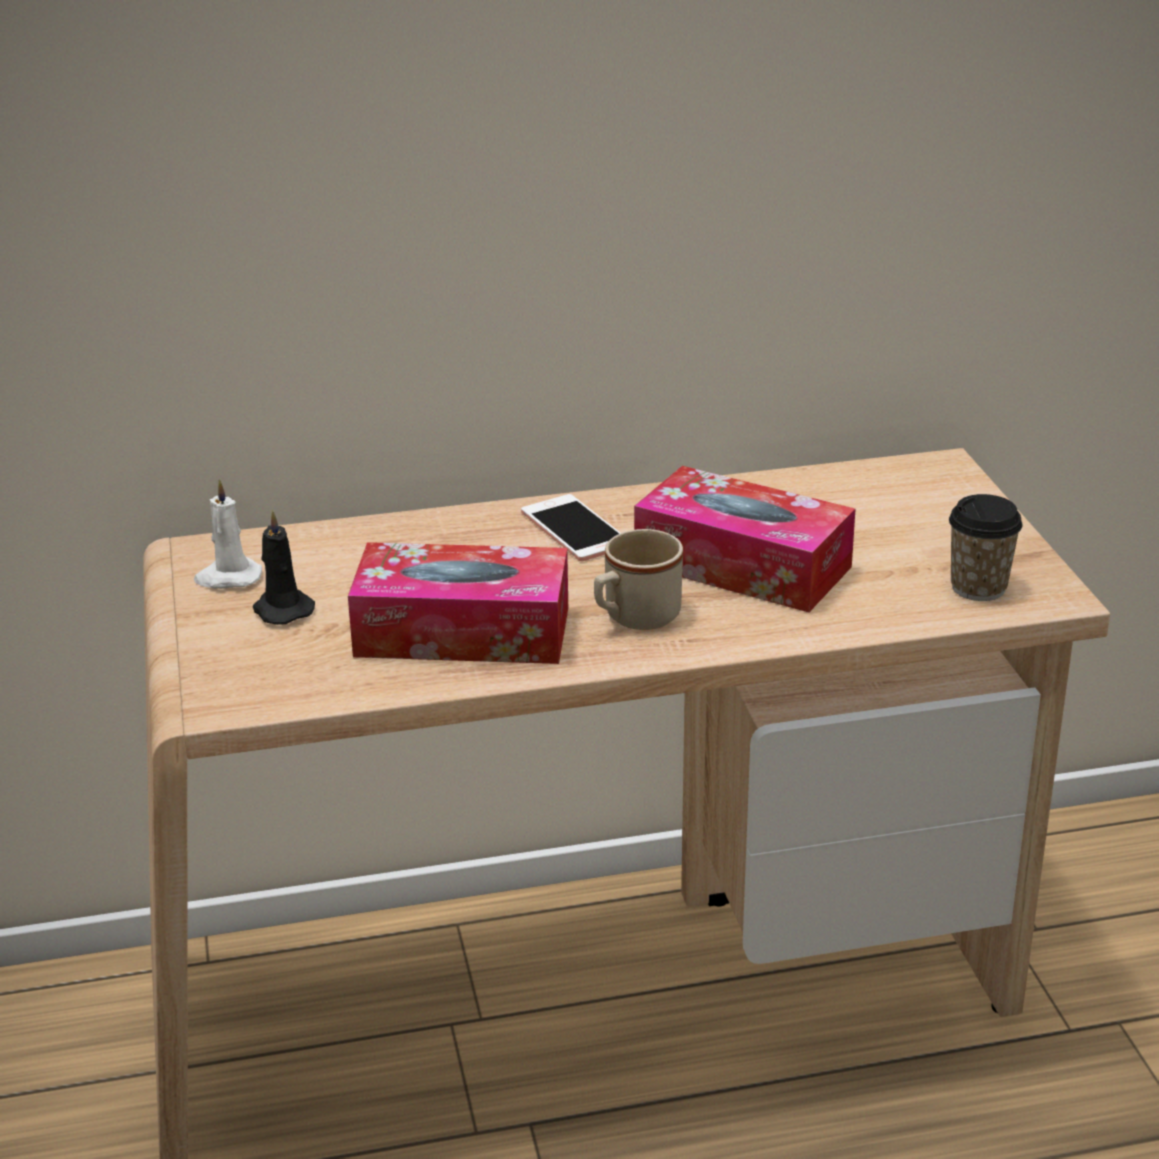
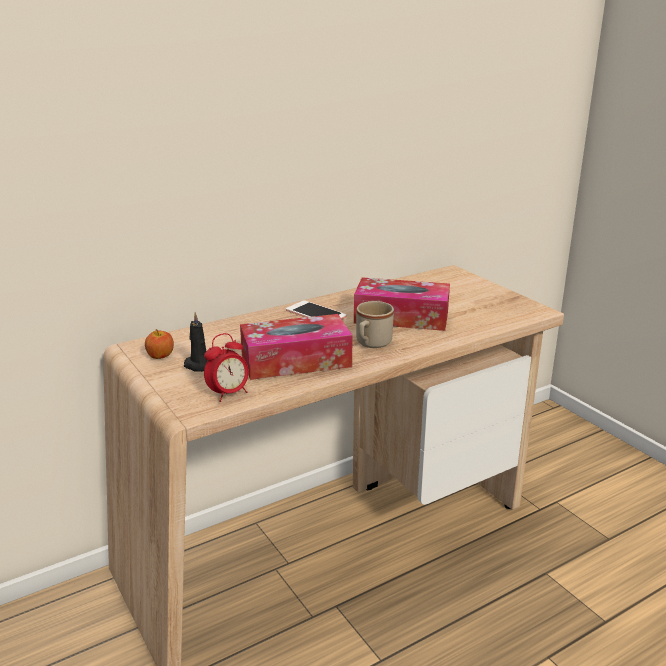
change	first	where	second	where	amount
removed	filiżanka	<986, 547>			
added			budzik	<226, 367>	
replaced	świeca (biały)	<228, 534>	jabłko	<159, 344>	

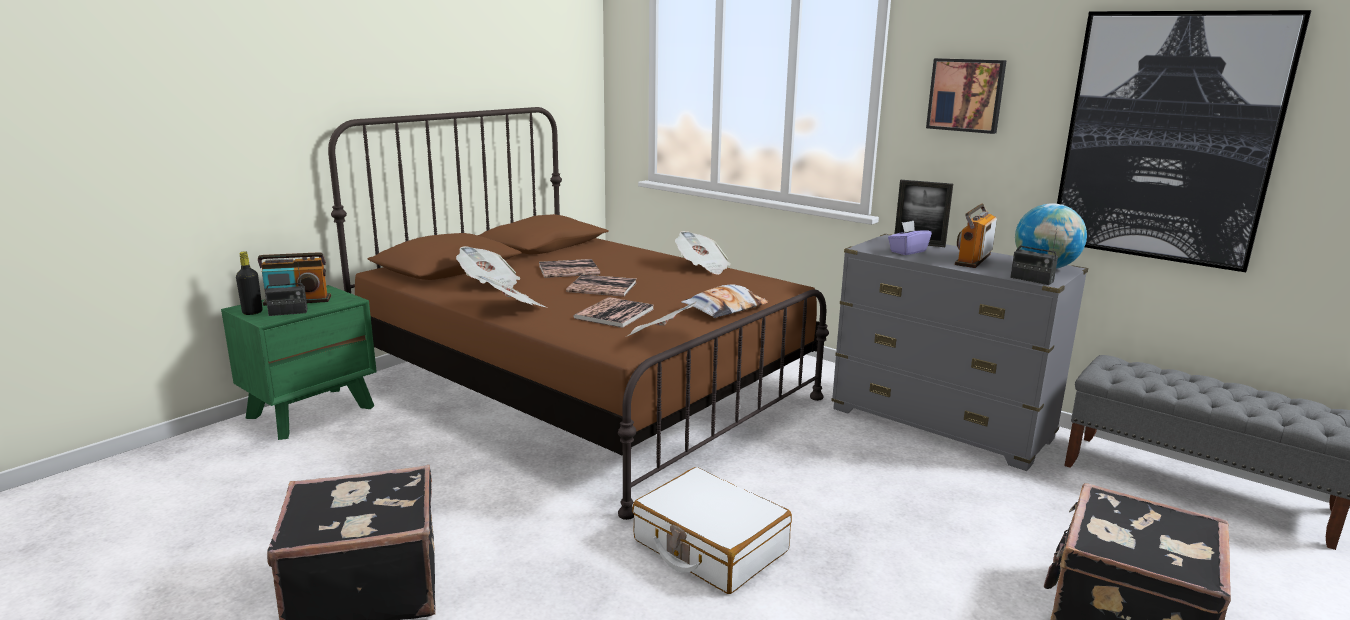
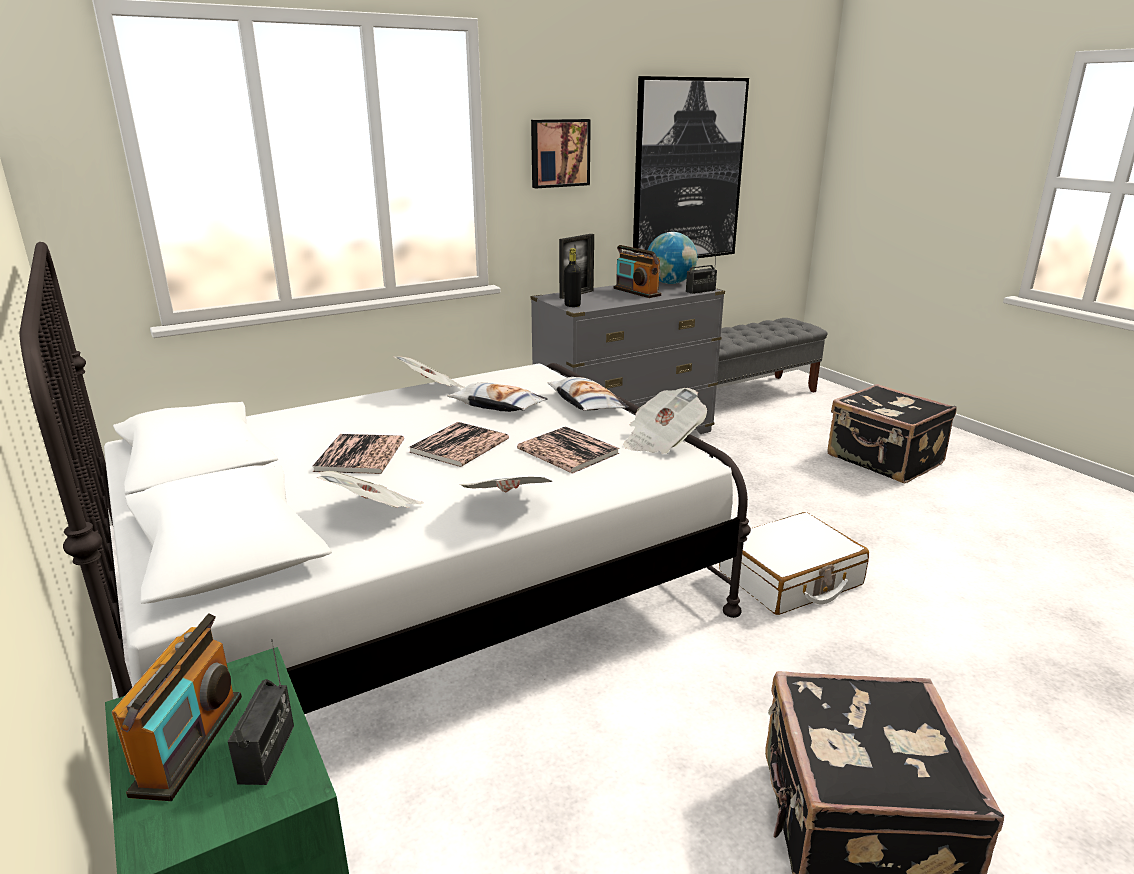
change	first	where	second	where	amount
removed	pudełko chusteczek (fioletowy)	<910, 238>			
added			poduszka	<497, 397>	
moved	butelka (czarny)	<249, 283>		<572, 277>	
recoloured	łóżko (brązowy)	<578, 313>	łóżko (biały)	<385, 478>	

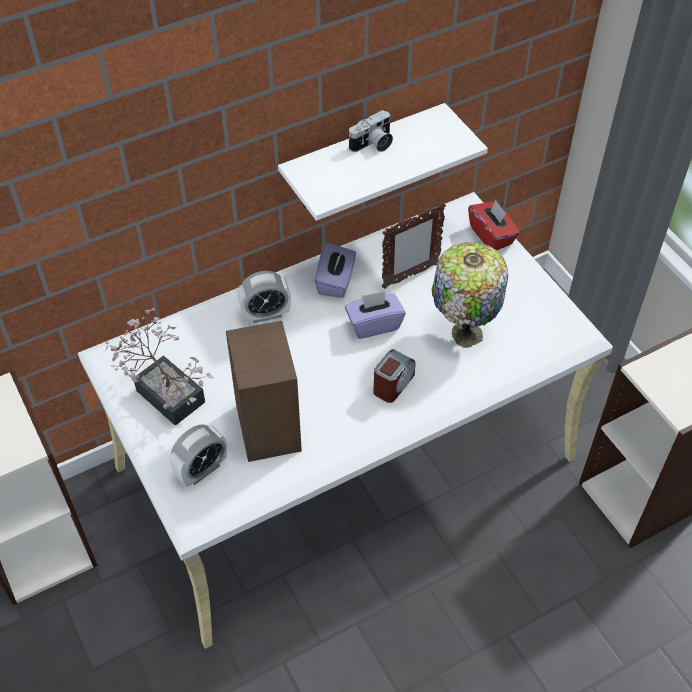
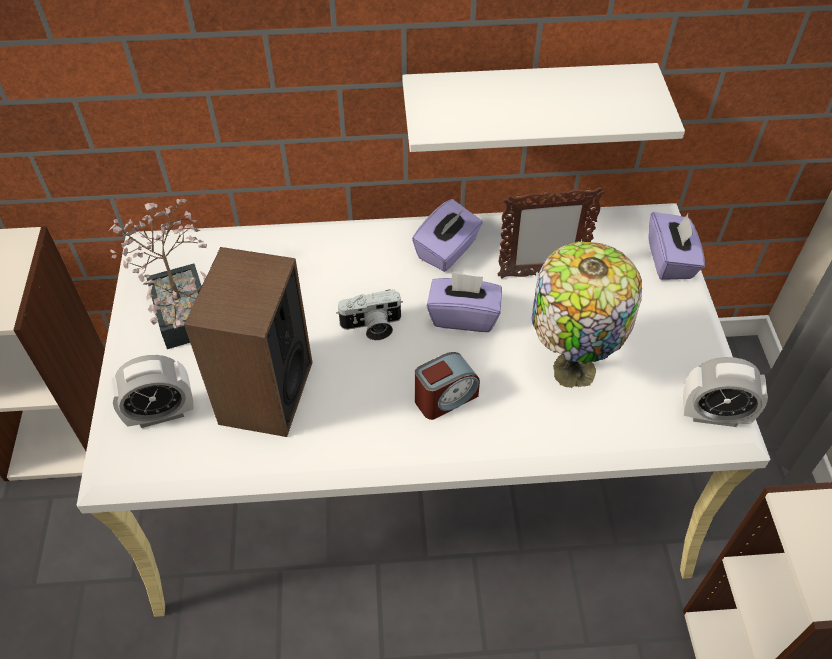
change	first	where	second	where	amount
moved	budzik	<264, 297>		<725, 392>	
moved	aparat fotograficzny	<371, 131>		<369, 314>	
recoloured	pudełko chusteczek (czerwony)	<494, 225>	pudełko chusteczek (fioletowy)	<677, 246>	

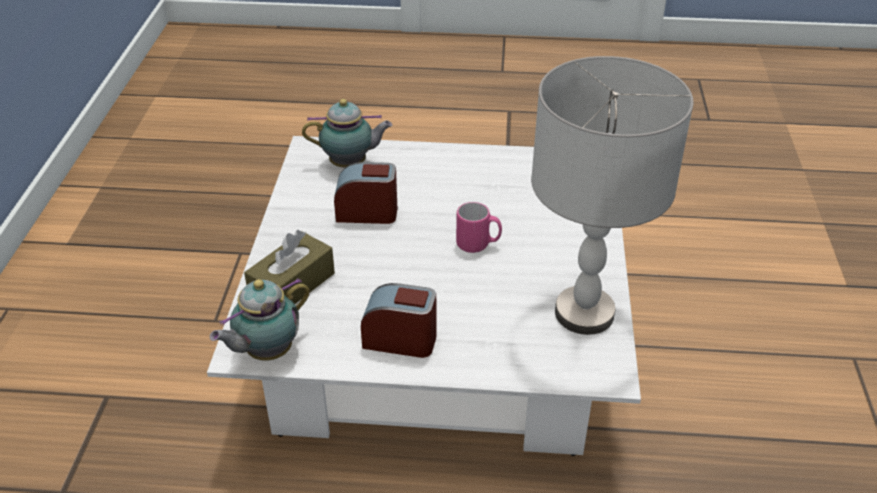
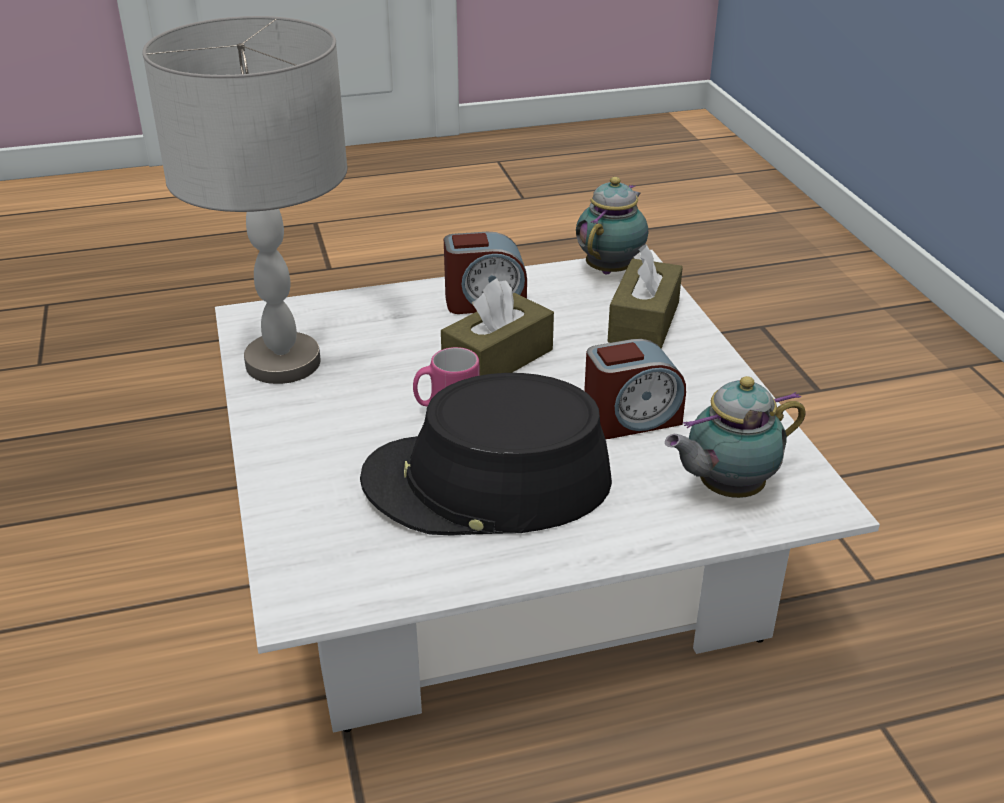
change	first	where	second	where	amount
added			kapelusz (czarny)	<486, 454>	
added			pudełko chusteczek (brązowy)	<497, 327>	

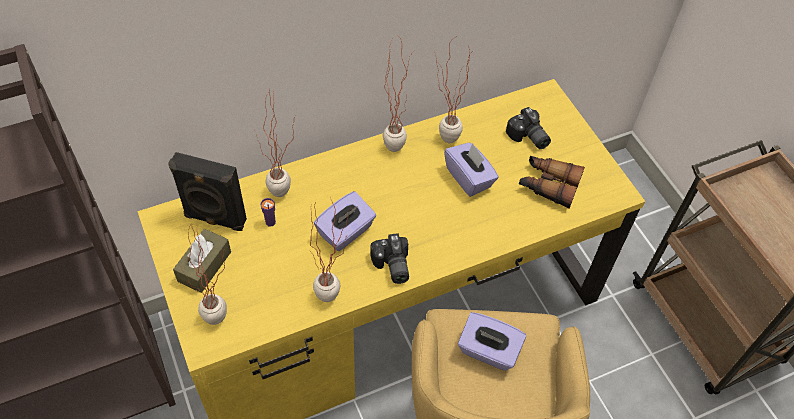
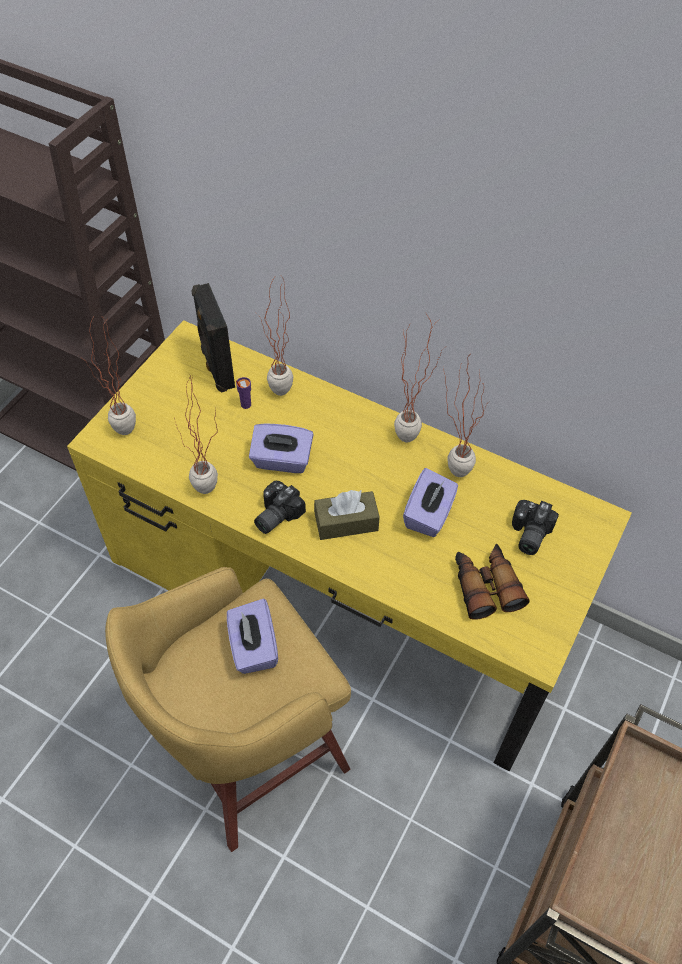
change	first	where	second	where	amount
moved	pudełko chusteczek (brązowy)	<202, 261>		<347, 515>	

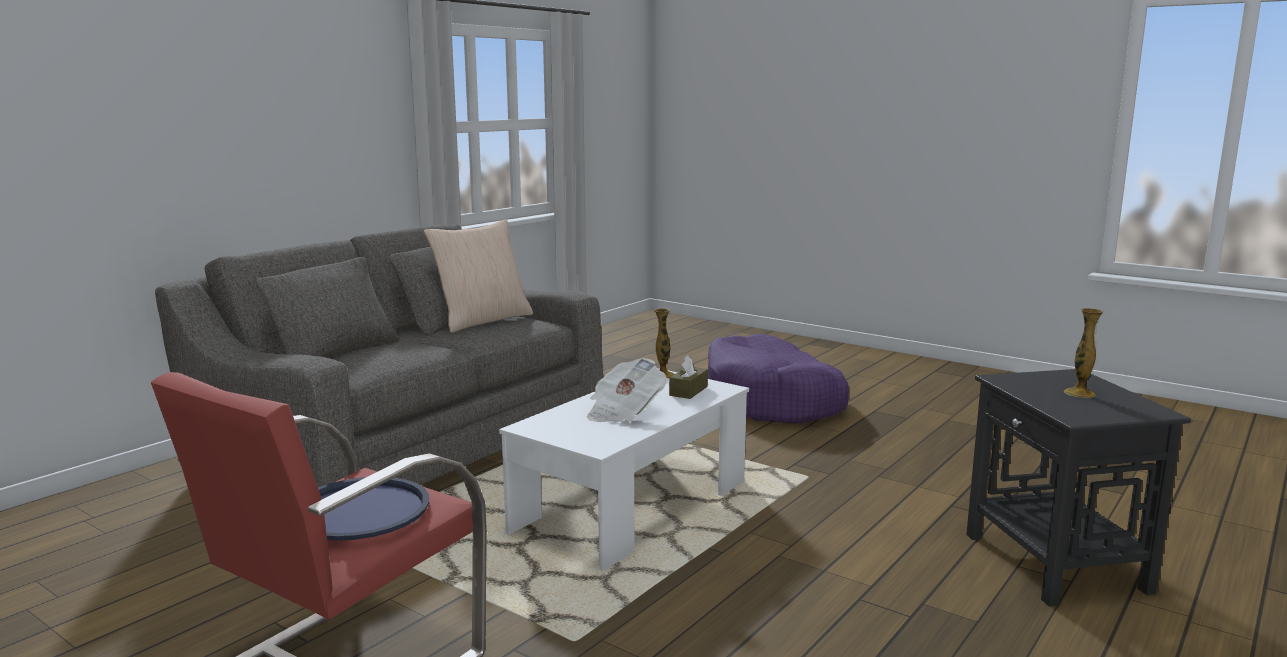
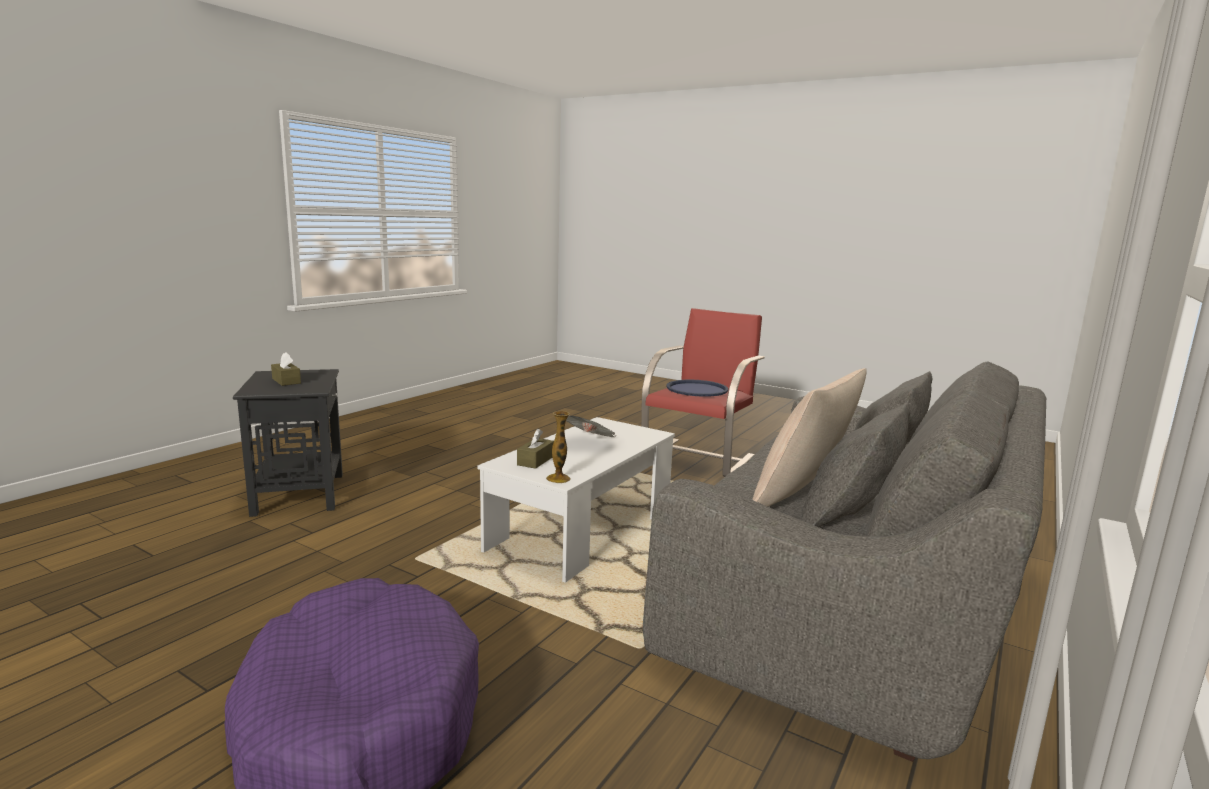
change	first	where	second	where	amount
replaced	wazon	<1083, 353>	pudełko chusteczek (brązowy)	<286, 369>	

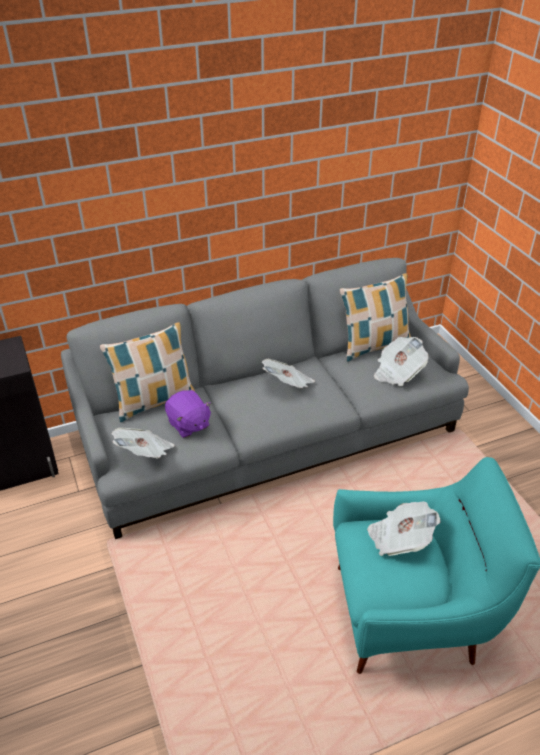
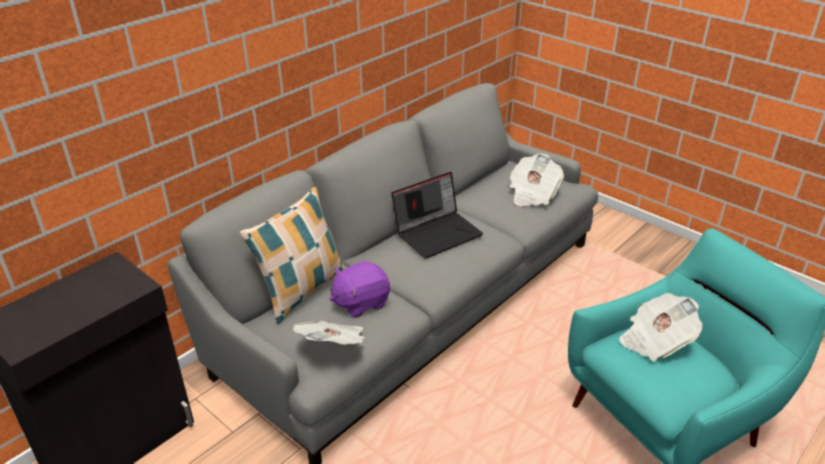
change	first	where	second	where	amount
removed	poduszka	<375, 317>			
replaced	gazeta	<288, 374>	laptop	<437, 215>	
turned	pluszak (fioletowy)	<188, 414>		<360, 289>	120 degrees clockwise

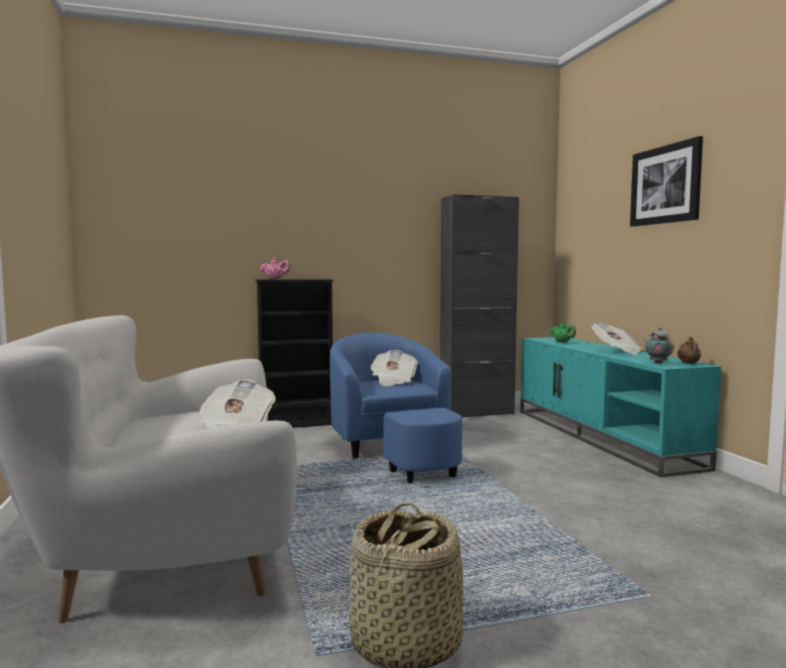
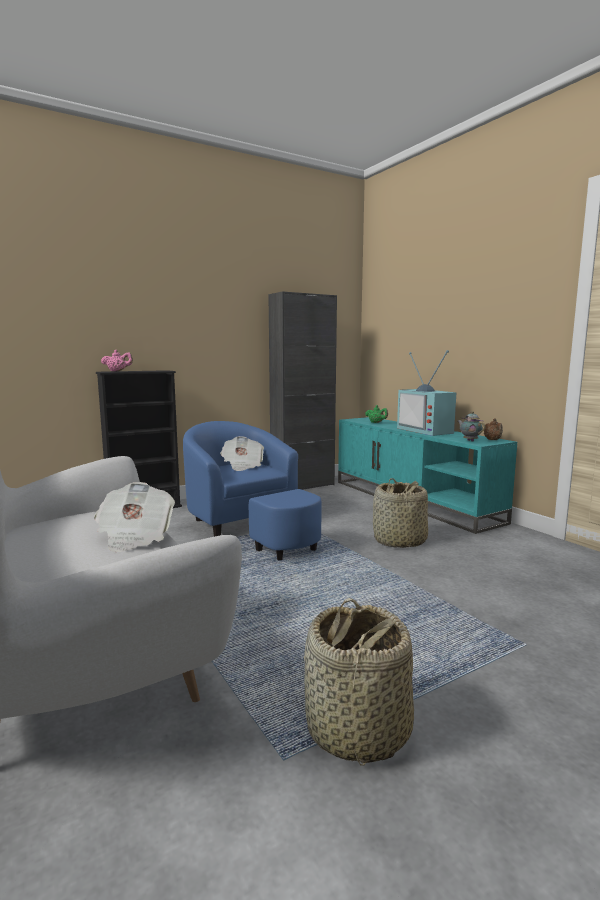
change	first	where	second	where	amount
removed	obraz	<666, 181>			
added			koszyk	<400, 513>	
replaced	gazeta	<617, 338>	telewizor	<426, 393>	

